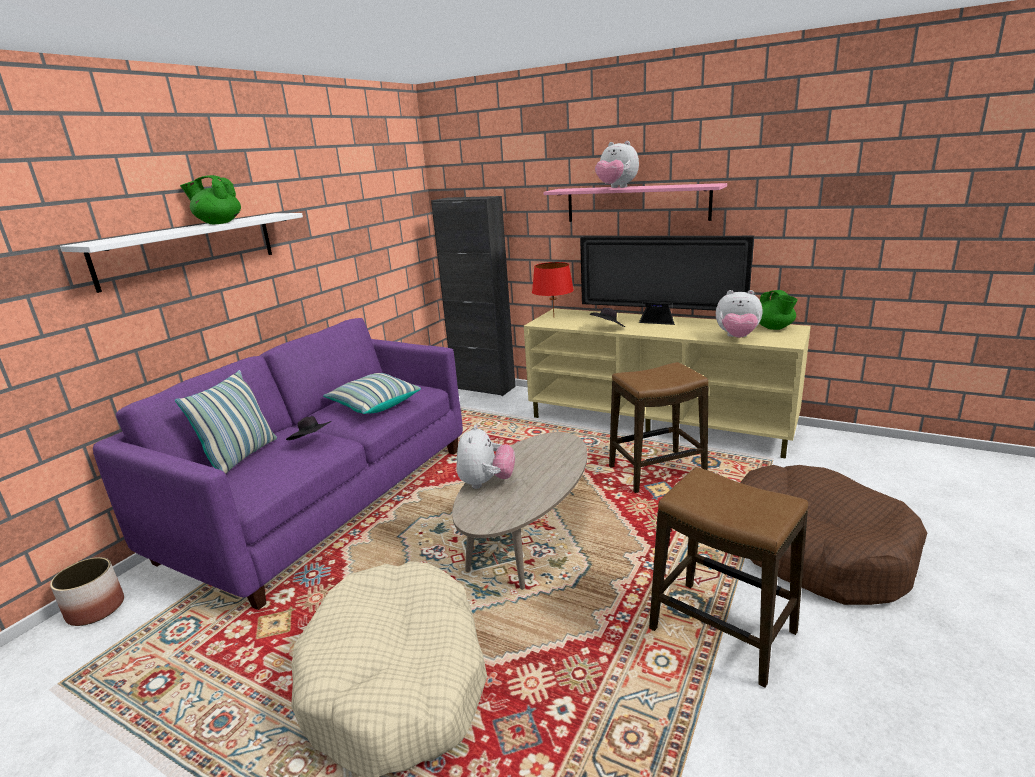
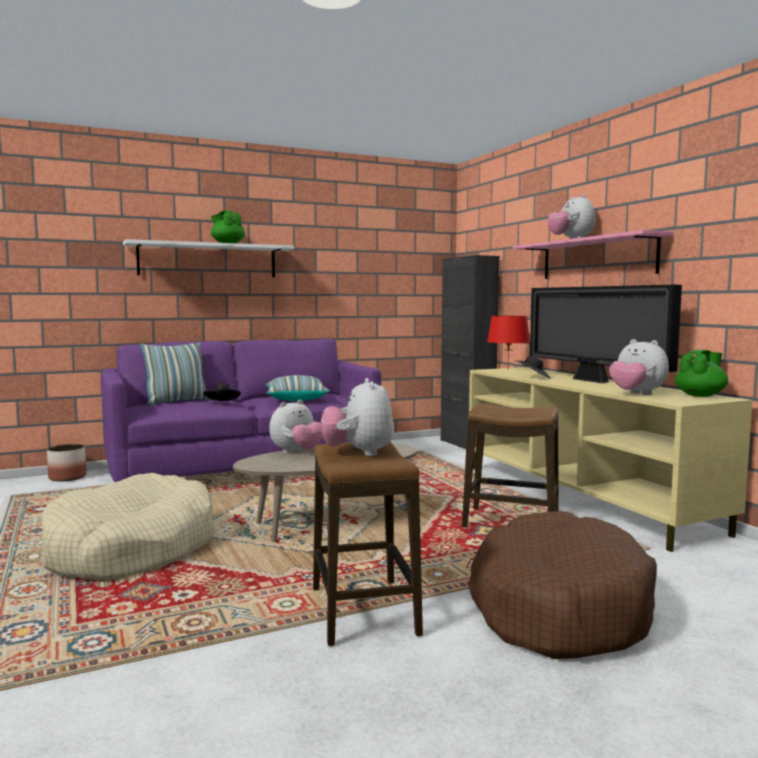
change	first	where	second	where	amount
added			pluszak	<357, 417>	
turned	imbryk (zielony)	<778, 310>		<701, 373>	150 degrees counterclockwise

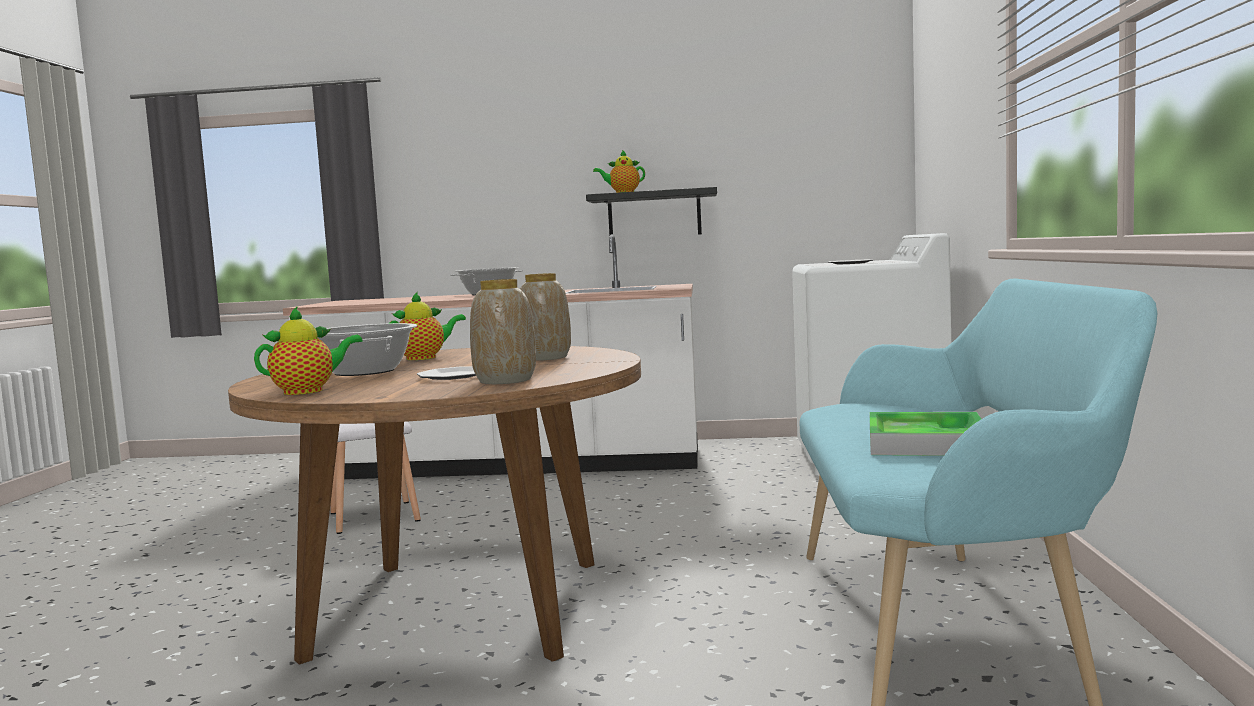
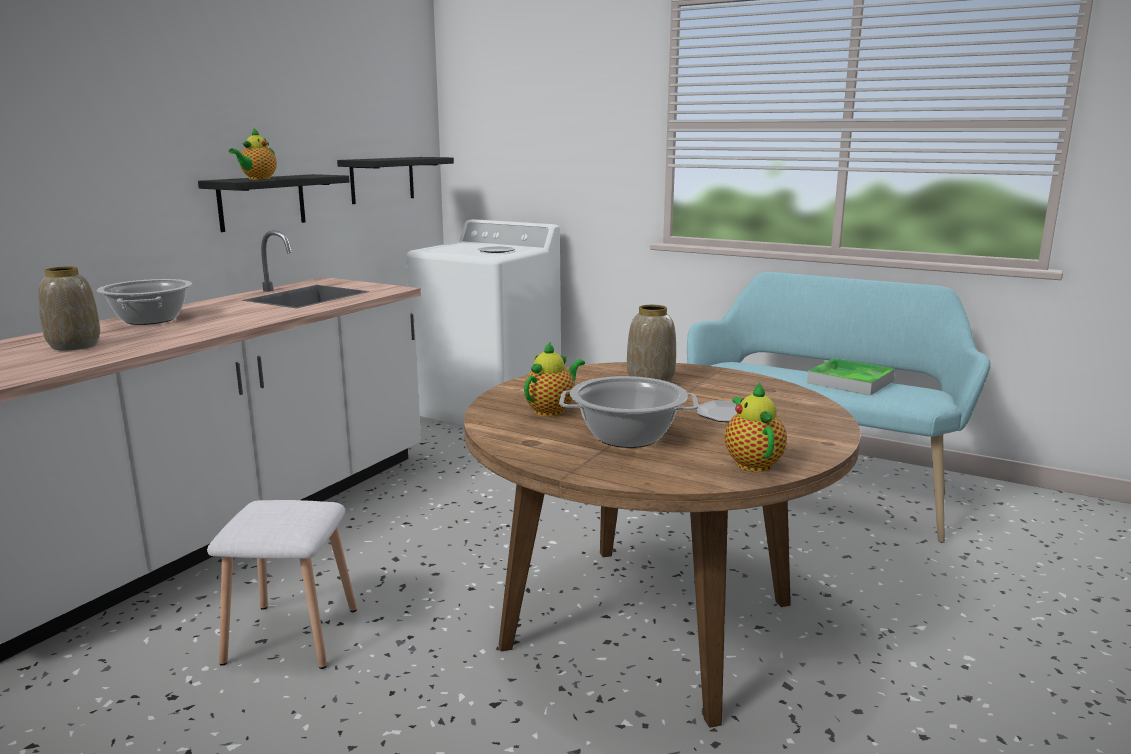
change	first	where	second	where	amount
added			półka (czarny)	<395, 180>	
moved	wazon	<503, 331>		<69, 308>	
turned	imbryk	<427, 326>		<554, 379>	45 degrees clockwise

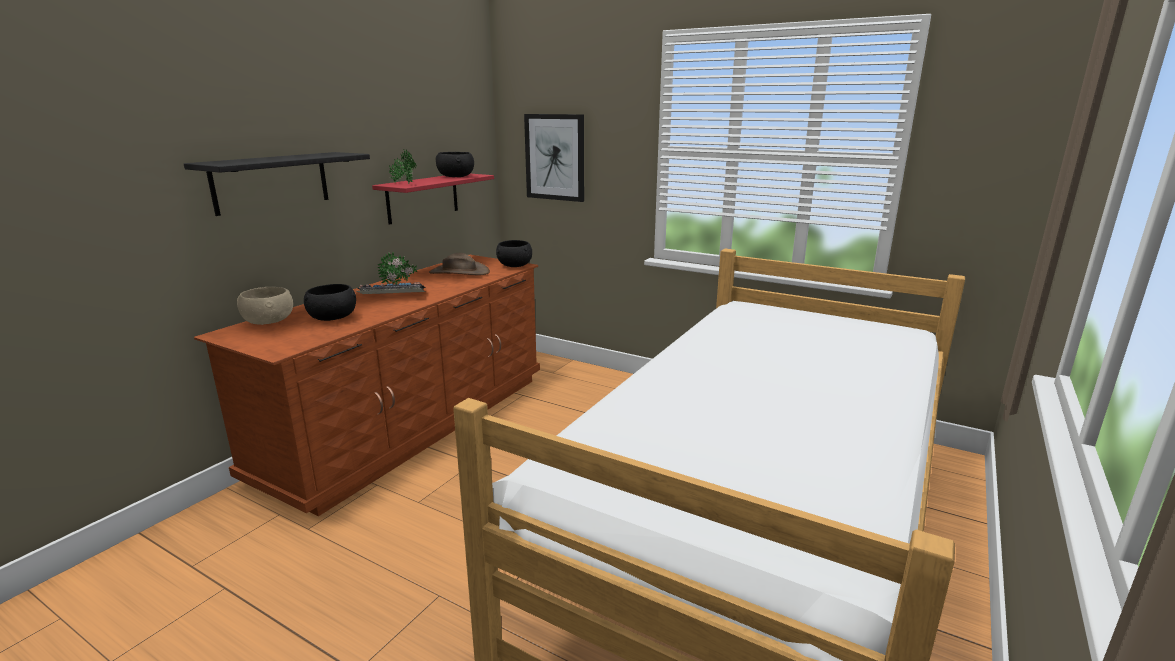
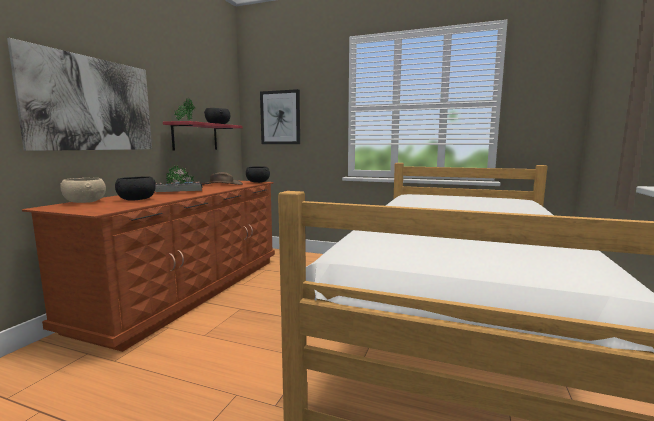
change	first	where	second	where	amount
replaced	półka (czarny)	<277, 184>	obraz	<79, 94>	

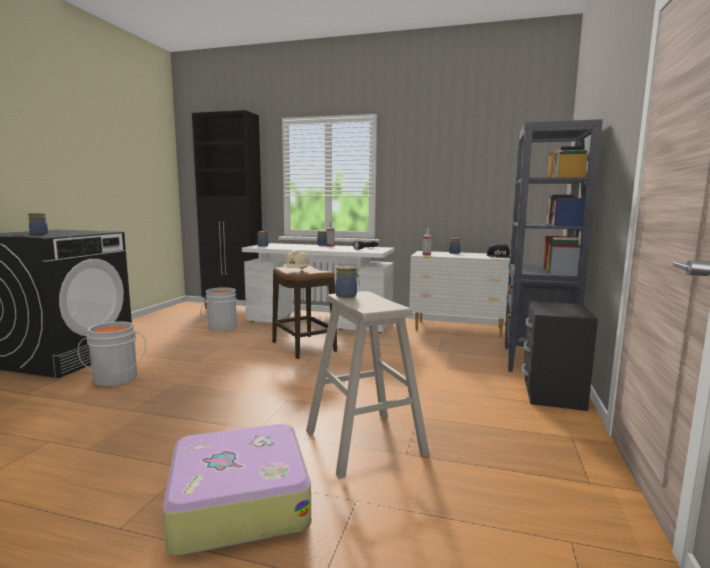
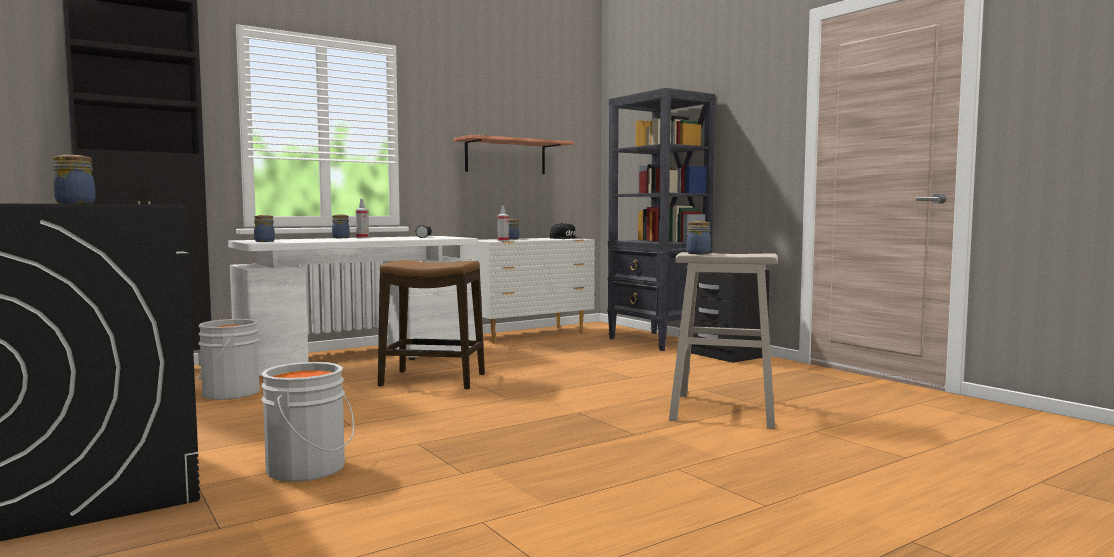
change	first	where	second	where	amount
removed	walizka	<237, 490>			
removed	kask (beżowy)	<296, 260>			
added			półka	<514, 154>	

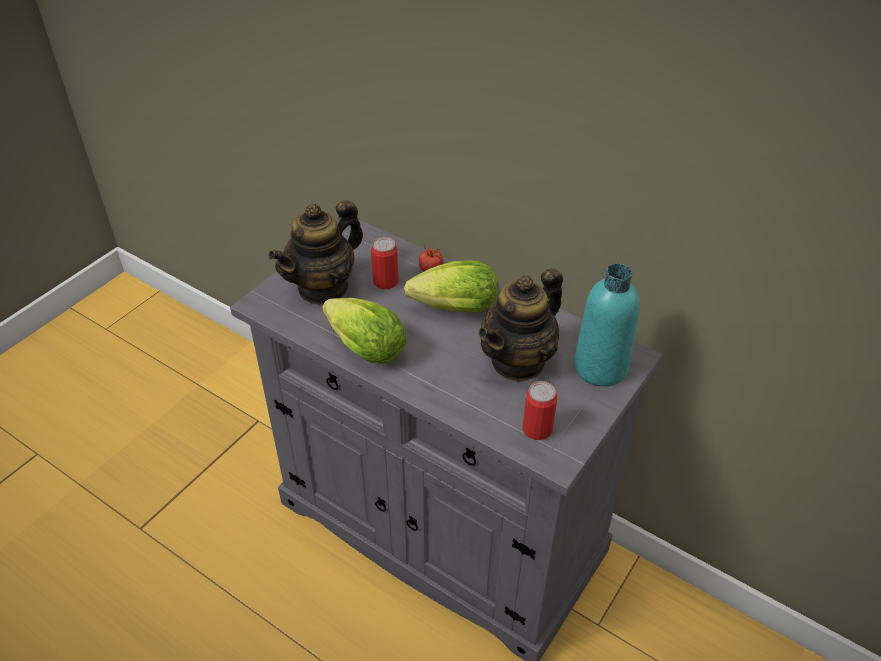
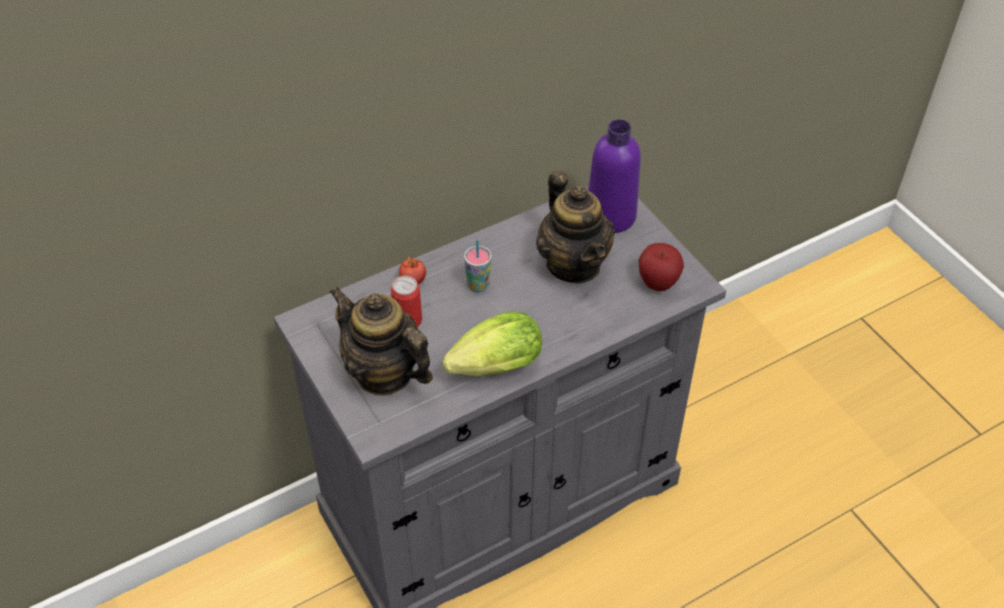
change	first	where	second	where	amount
replaced	sałata	<451, 286>	filiżanka	<478, 265>	
replaced	puszka	<540, 410>	jabłko	<661, 267>	
recoloured	butelka (turkusowy)	<607, 325>	butelka (fioletowy)	<614, 176>	
turned	imbryk	<315, 252>		<381, 341>	150 degrees clockwise

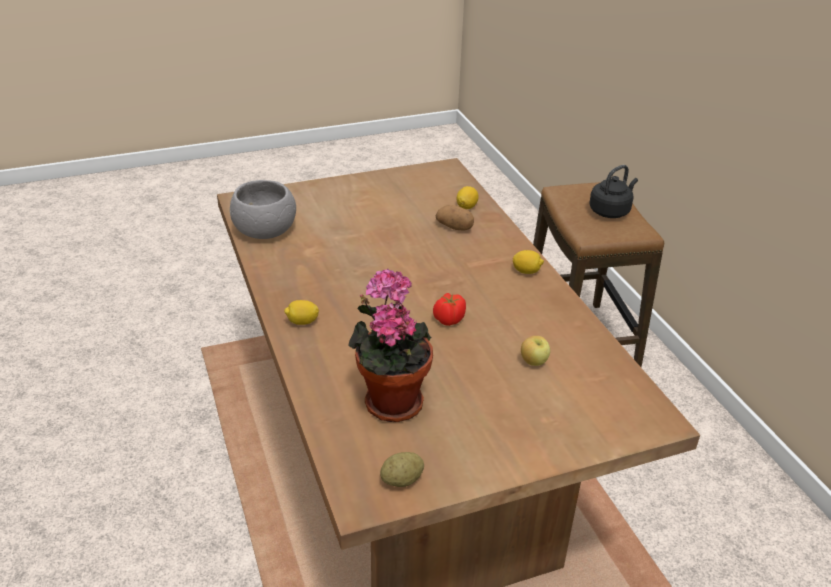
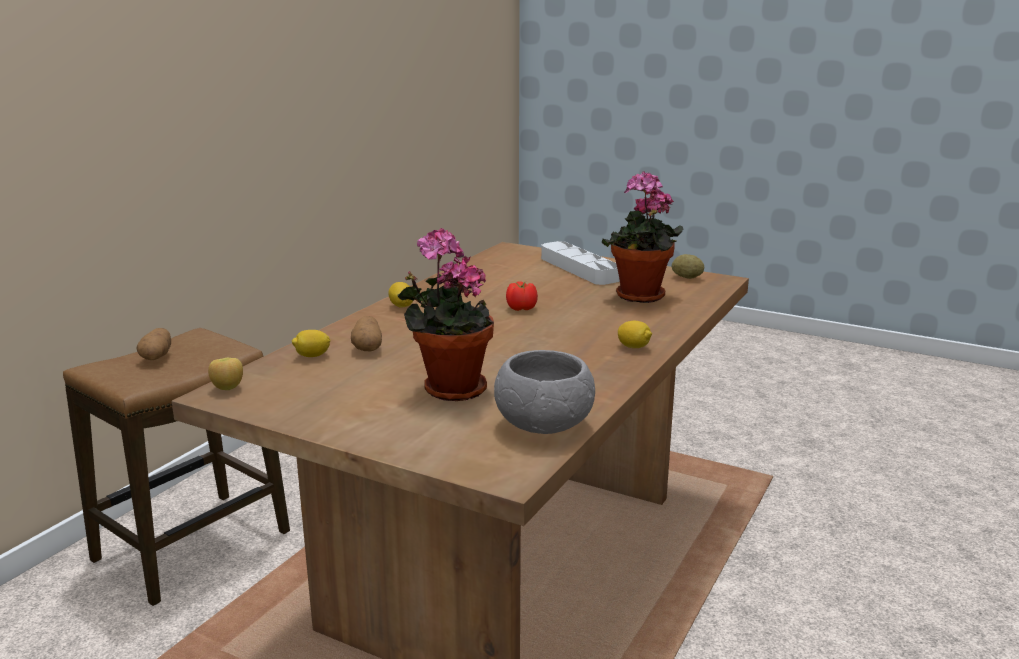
change	first	where	second	where	amount
added			roślina doniczkowa	<446, 314>	
added			taca (szary)	<580, 263>	
moved	jabłko	<535, 351>		<225, 374>	
replaced	czajnik (czarny)	<613, 191>	ziemniak	<154, 344>	

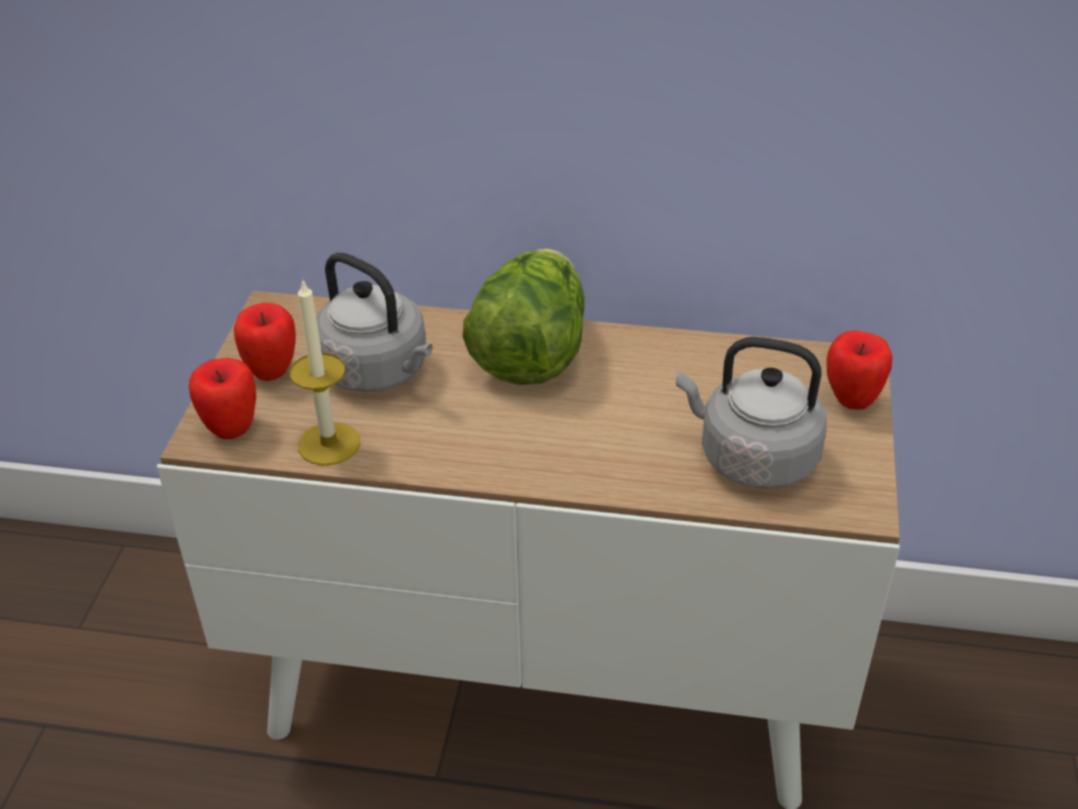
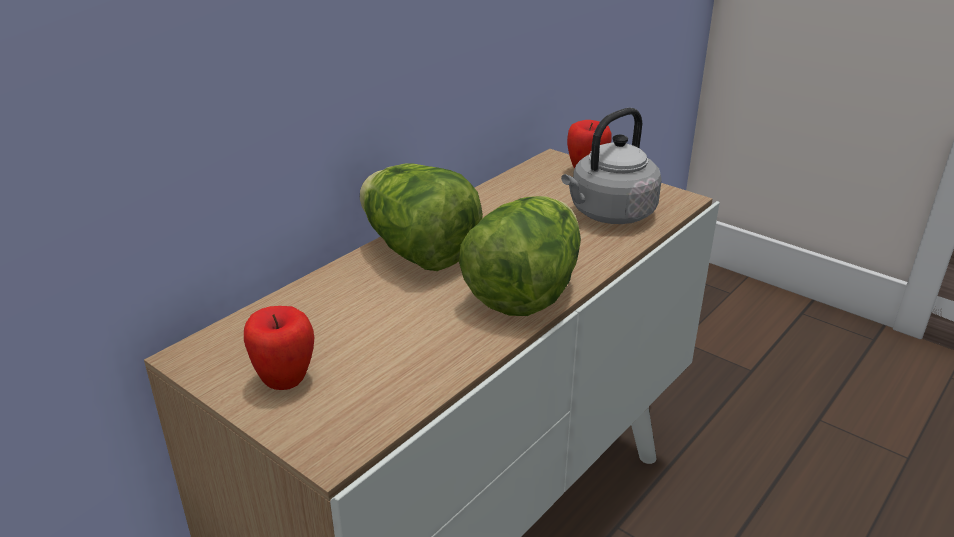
change	first	where	second	where	amount
removed	jabłko	<222, 398>			
removed	świeca	<325, 372>			
removed	czajnik (szary)	<374, 322>			
added			sałata	<520, 256>	

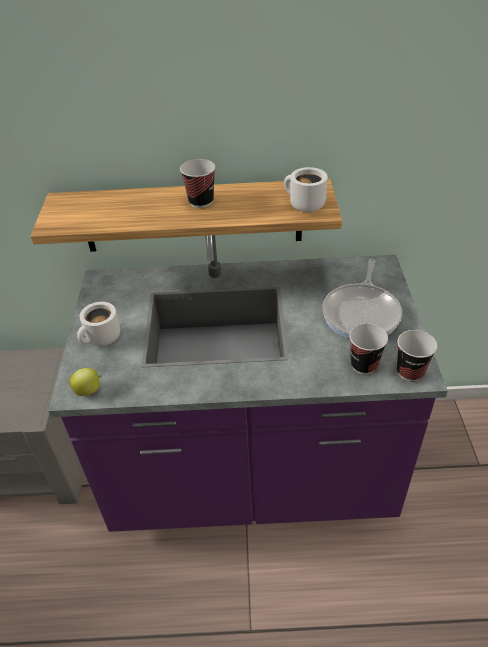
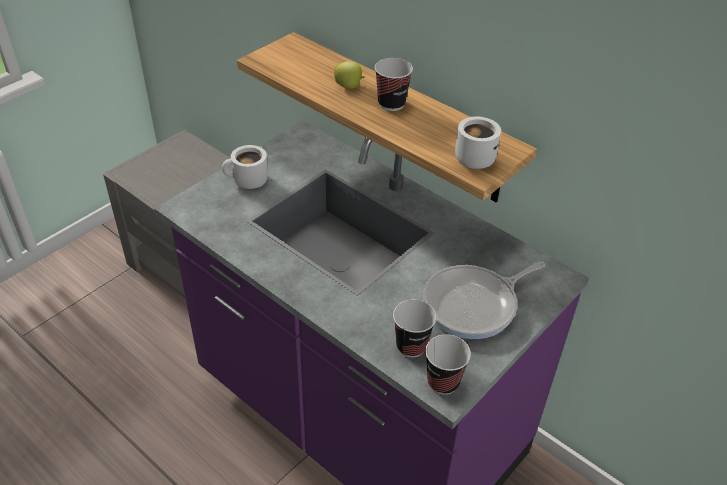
change	first	where	second	where	amount
moved	jabłko	<85, 382>		<349, 75>	

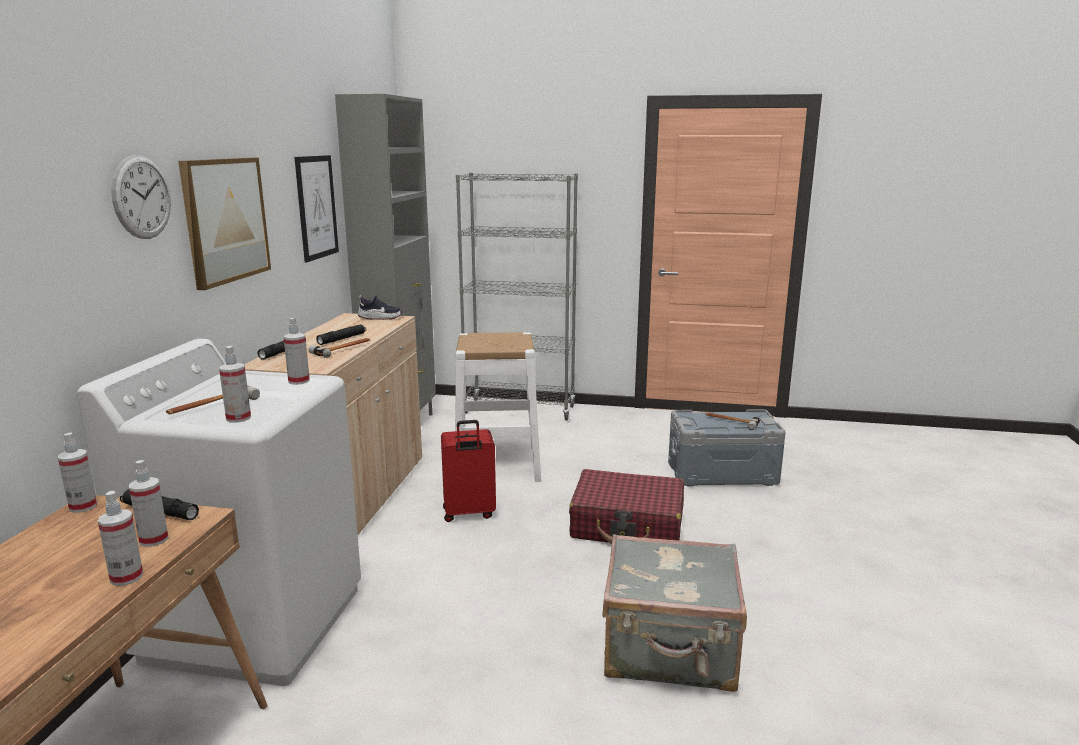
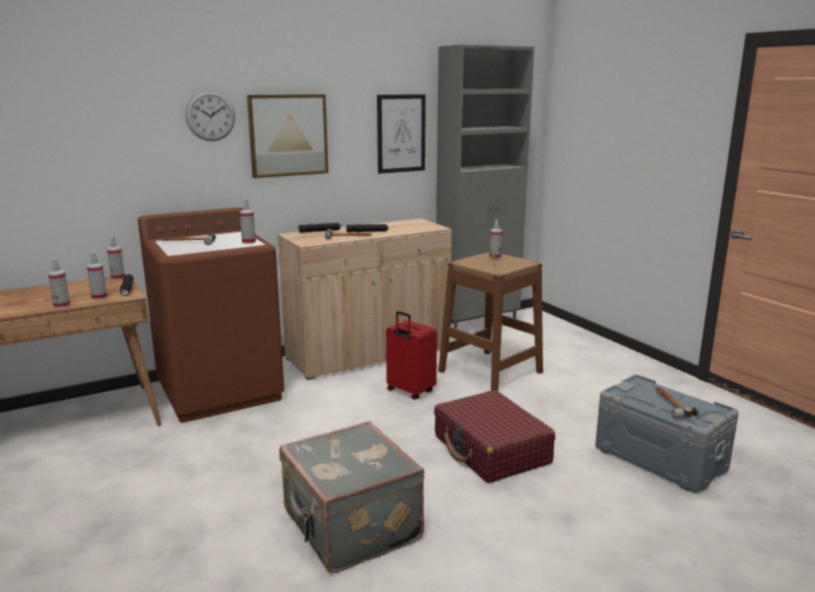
change	first	where	second	where	amount
removed	but	<380, 307>			
removed	regał (szary)	<517, 296>			
moved	spryskiwacz	<235, 384>		<495, 239>	
recoloured	pralka (biały)	<219, 512>	pralka (brązowy)	<211, 315>	
recoloured	stołek (biały)	<498, 407>	stołek (brązowy)	<490, 321>	

